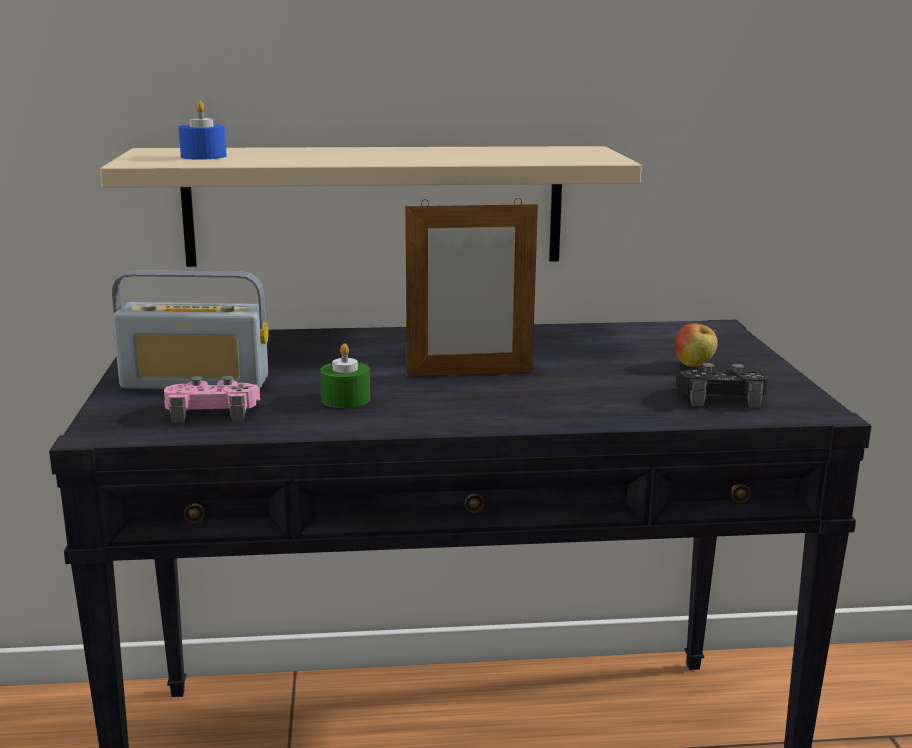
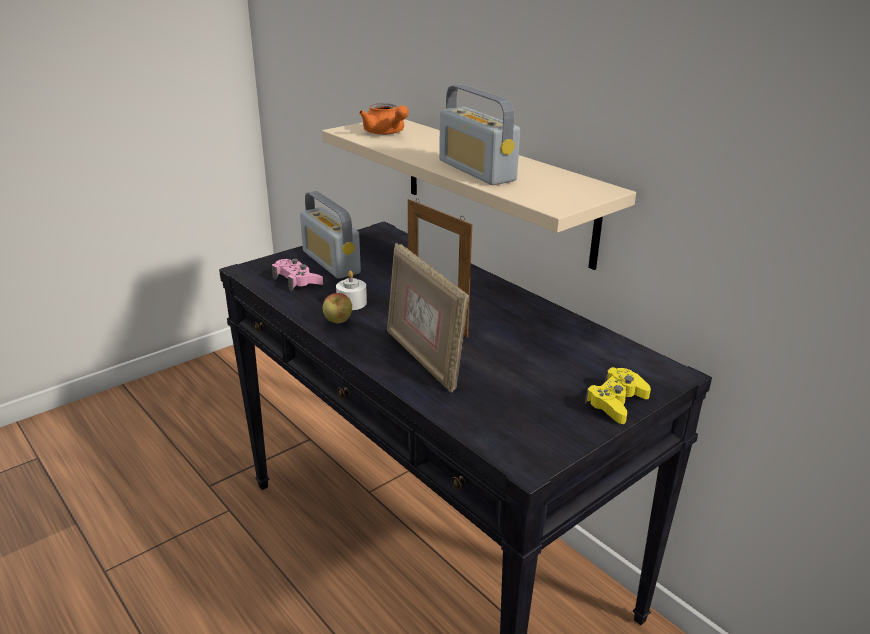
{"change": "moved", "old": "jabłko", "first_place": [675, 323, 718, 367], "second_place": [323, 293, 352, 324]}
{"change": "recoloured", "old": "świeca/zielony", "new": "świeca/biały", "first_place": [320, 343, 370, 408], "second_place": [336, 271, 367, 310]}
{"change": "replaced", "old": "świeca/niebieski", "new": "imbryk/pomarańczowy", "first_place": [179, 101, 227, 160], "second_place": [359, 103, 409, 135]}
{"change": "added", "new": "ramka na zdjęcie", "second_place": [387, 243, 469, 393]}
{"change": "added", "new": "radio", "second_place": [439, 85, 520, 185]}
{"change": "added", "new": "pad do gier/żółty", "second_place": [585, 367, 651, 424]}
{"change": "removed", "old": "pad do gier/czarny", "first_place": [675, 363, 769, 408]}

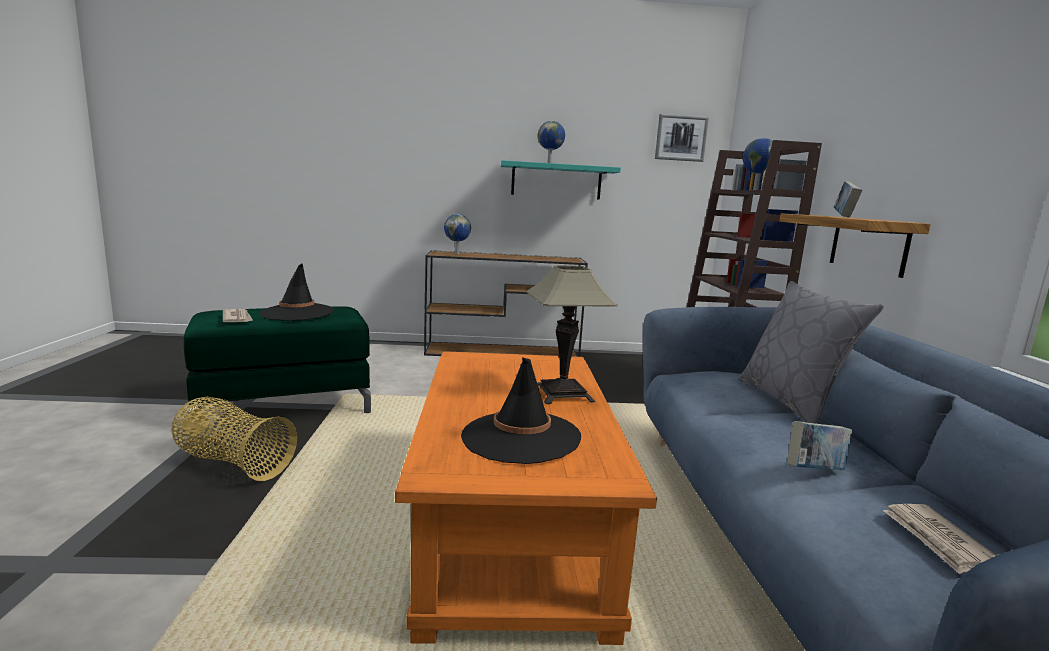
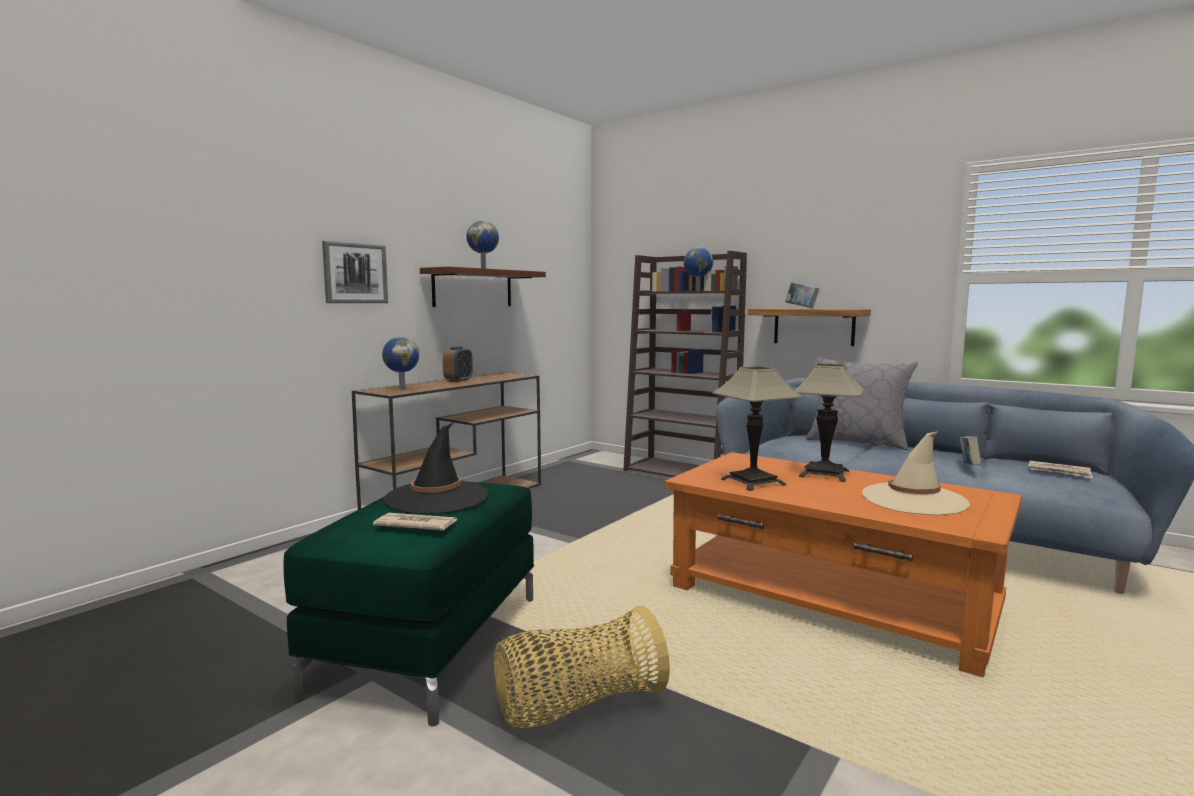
{"change": "moved", "old": "obraz", "first_place": [655, 114, 709, 162], "second_place": [322, 241, 388, 303]}
{"change": "recoloured", "old": "półka/turkusowy", "new": "półka/brązowy", "first_place": [501, 160, 621, 200], "second_place": [420, 266, 546, 307]}
{"change": "added", "new": "budzik", "second_place": [443, 346, 473, 382]}
{"change": "added", "new": "lampa stołowa", "second_place": [712, 366, 803, 491]}
{"change": "recoloured", "old": "kapelusz/czarny", "new": "kapelusz/beżowy", "first_place": [461, 357, 581, 464], "second_place": [862, 431, 970, 515]}

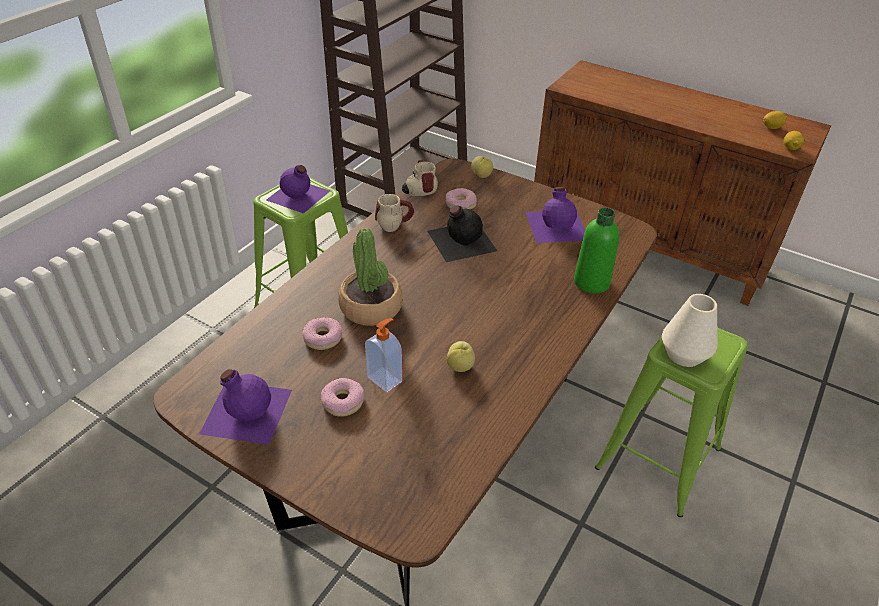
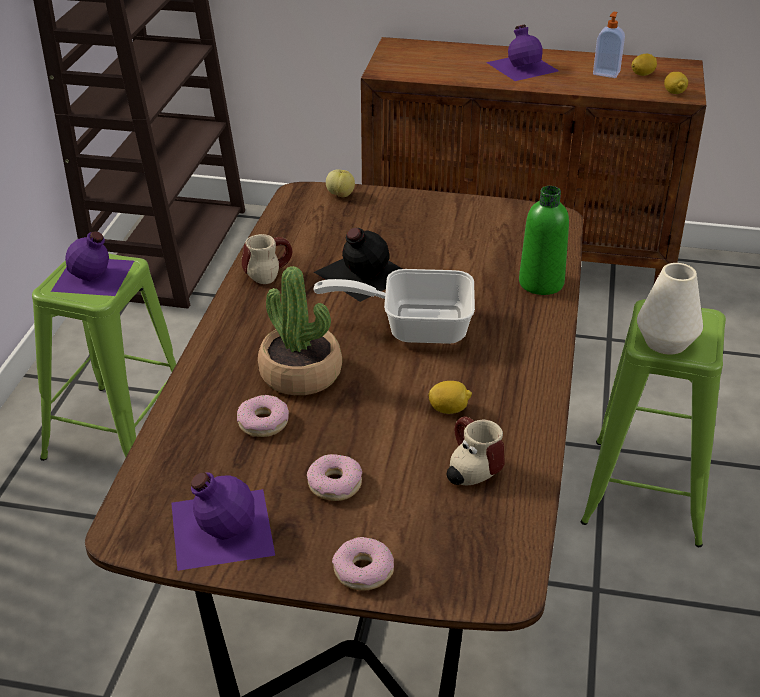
{"change": "added", "new": "patelnia", "second_place": [313, 269, 475, 344]}
{"change": "moved", "old": "donut", "first_place": [446, 188, 477, 209], "second_place": [332, 537, 394, 591]}
{"change": "replaced", "old": "jabłko", "new": "cytryna", "first_place": [446, 341, 475, 372], "second_place": [428, 381, 472, 414]}
{"change": "moved", "old": "kubek", "first_place": [402, 159, 438, 196], "second_place": [447, 416, 505, 485]}
{"change": "moved", "old": "butelka/fioletowy", "first_place": [526, 187, 585, 243], "second_place": [486, 25, 559, 81]}
{"change": "moved", "old": "dozownik mydła", "first_place": [365, 318, 402, 392], "second_place": [593, 12, 625, 78]}

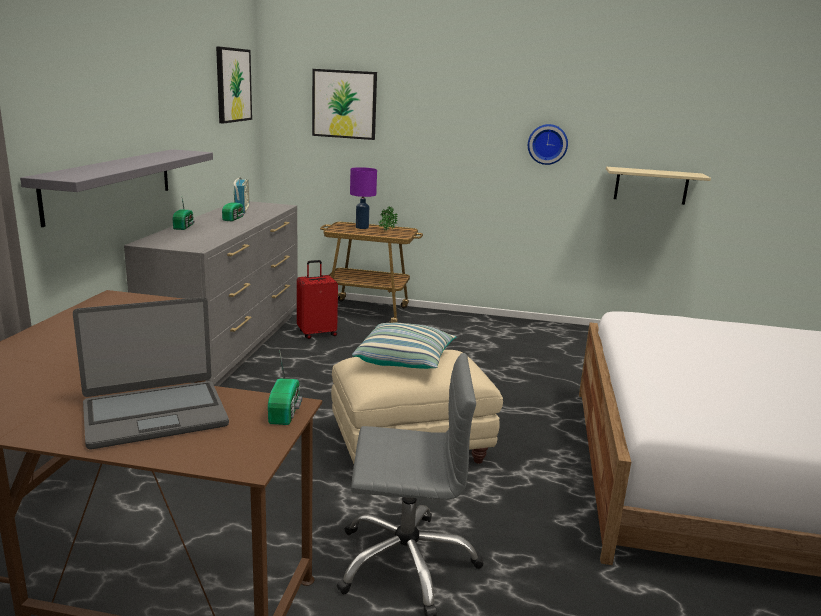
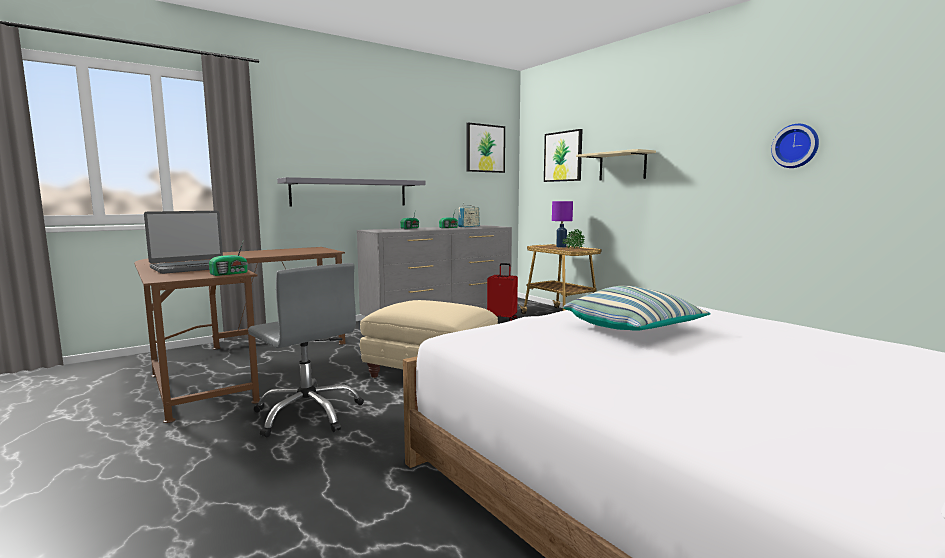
{"change": "turned", "old": "laptop", "first_place": [73, 297, 229, 449], "second_place": [144, 211, 223, 274], "degrees": -60}
{"change": "moved", "old": "poduszka", "first_place": [352, 323, 456, 369], "second_place": [563, 286, 711, 331]}
{"change": "moved", "old": "półka/beżowy", "first_place": [606, 167, 711, 205], "second_place": [576, 149, 656, 180]}
{"change": "moved", "old": "zegar ścienny", "first_place": [528, 124, 568, 165], "second_place": [771, 124, 819, 168]}

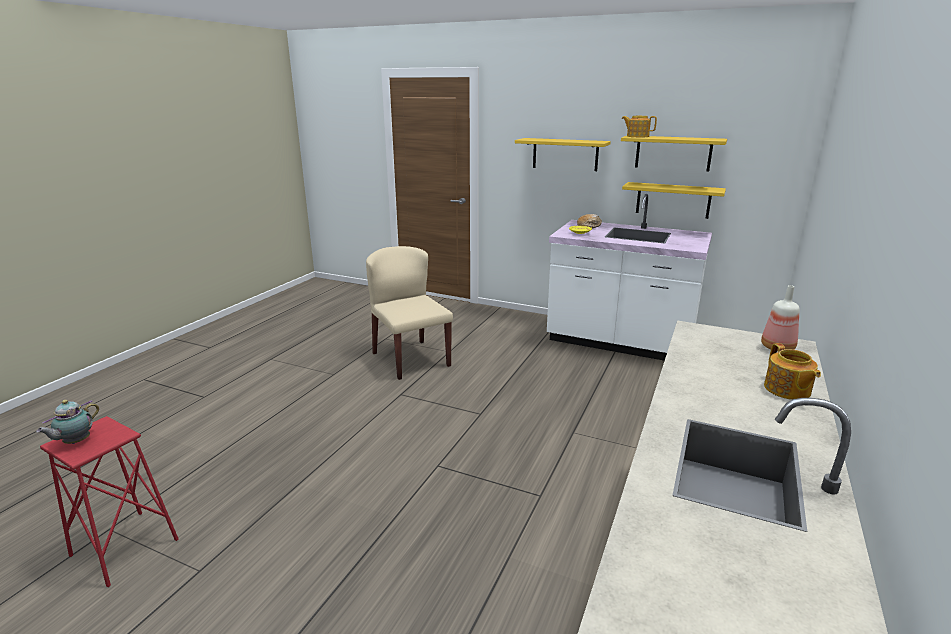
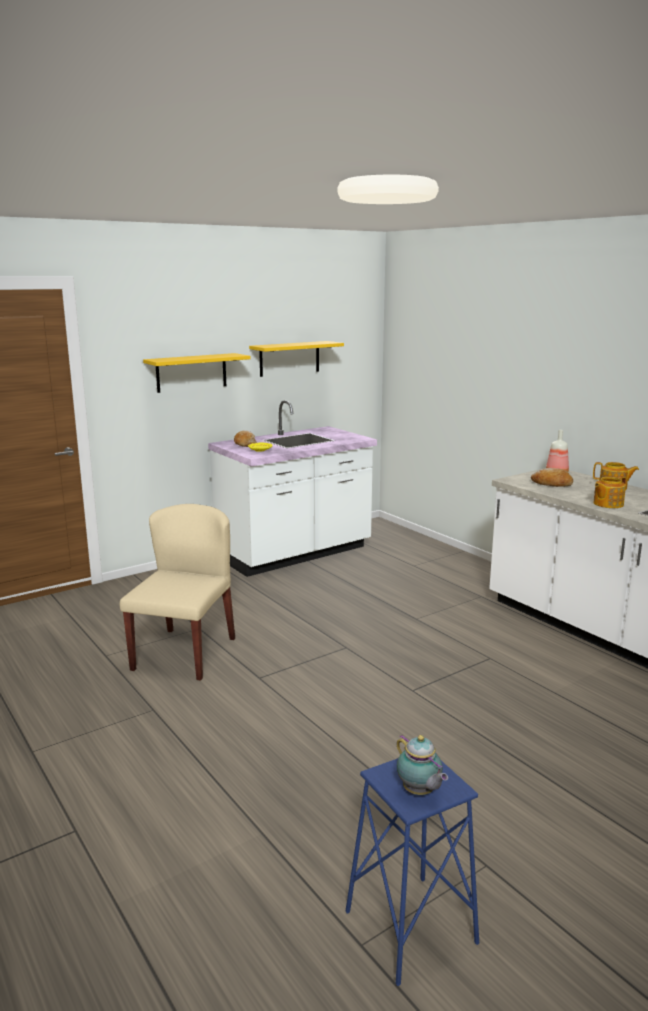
{"change": "turned", "old": "krzesło/beżowy", "first_place": [366, 246, 453, 380], "second_place": [120, 504, 235, 681], "degrees": 105}
{"change": "recoloured", "old": "stołek/czerwony", "new": "stołek/niebieski", "first_place": [40, 416, 179, 587], "second_place": [345, 758, 479, 986]}
{"change": "added", "new": "chleb", "second_place": [531, 468, 573, 487]}
{"change": "moved", "old": "imbryk", "first_place": [622, 116, 657, 138], "second_place": [593, 476, 626, 508]}
{"change": "removed", "old": "półka/żółty", "first_place": [622, 182, 726, 219]}

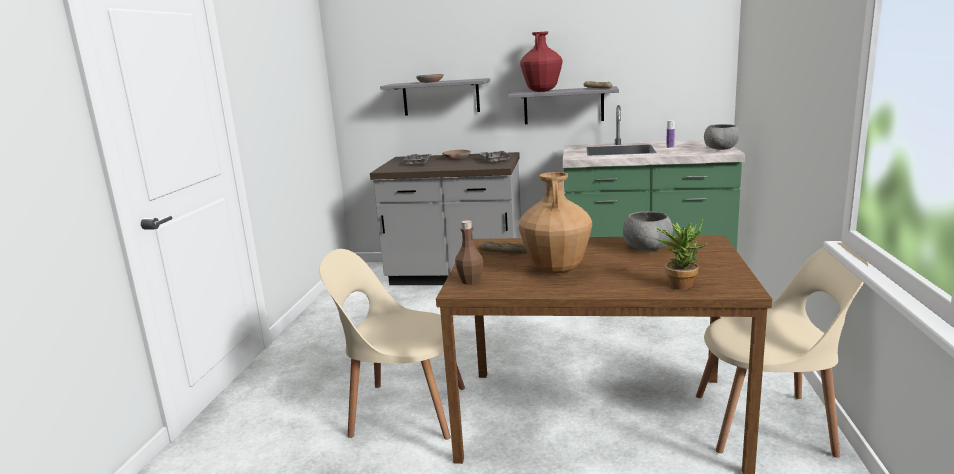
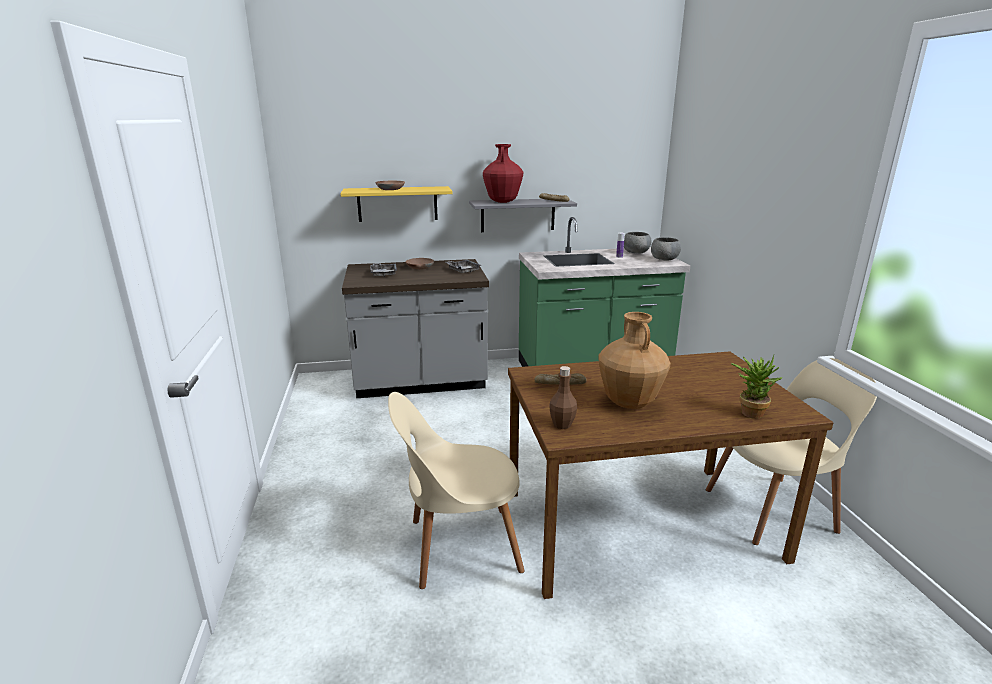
{"change": "recoloured", "old": "półka/szary", "new": "półka/żółty", "first_place": [380, 78, 490, 116], "second_place": [341, 186, 453, 222]}
{"change": "moved", "old": "miska/szary", "first_place": [623, 211, 673, 251], "second_place": [624, 232, 652, 254]}

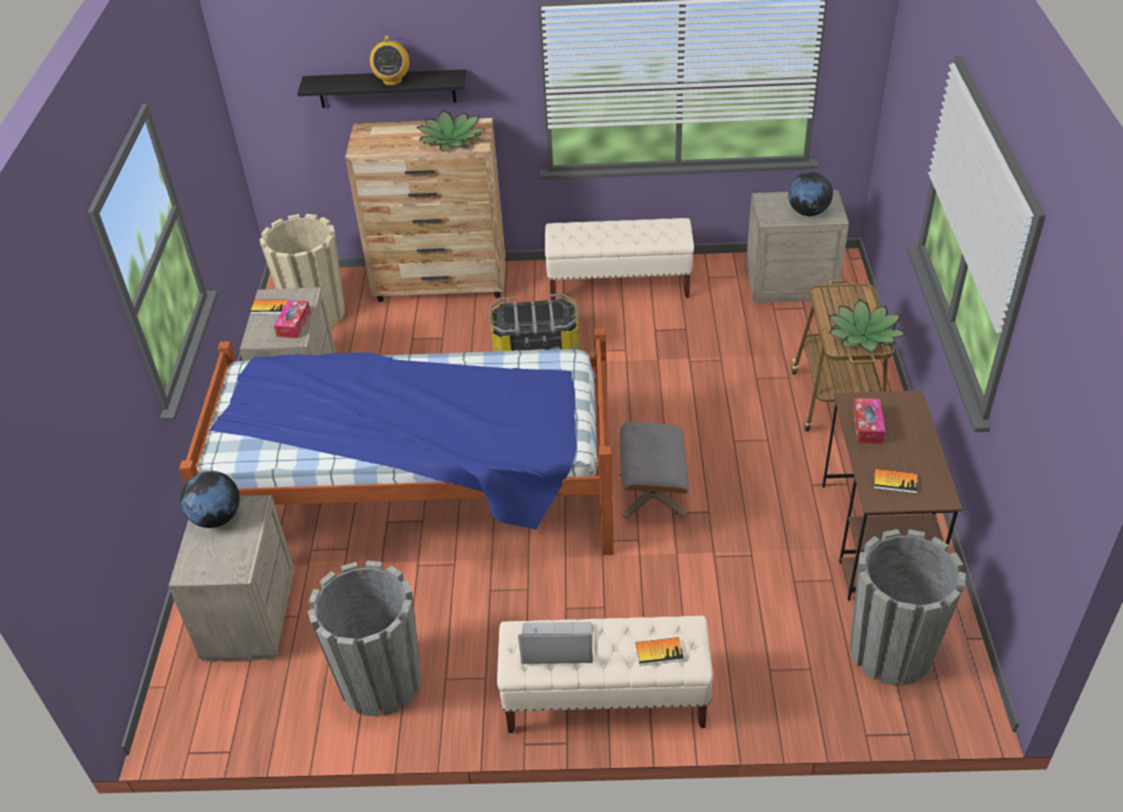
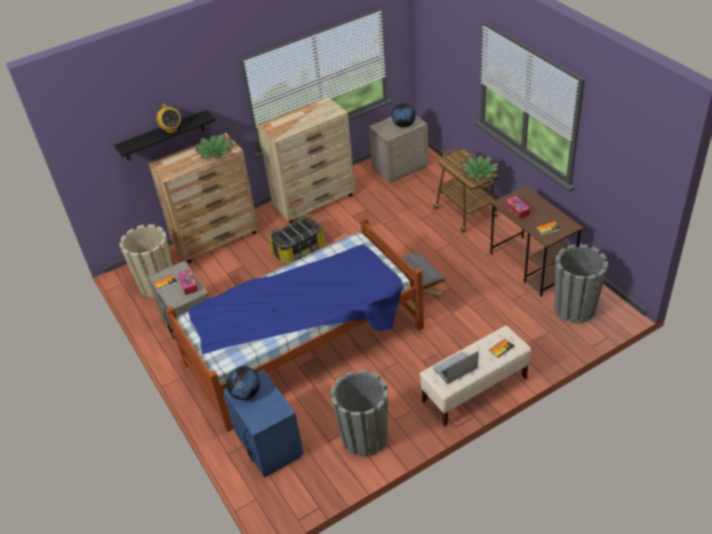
{"change": "recoloured", "old": "szafka nocna/beżowy", "new": "szafka nocna/niebieski", "first_place": [168, 495, 294, 662], "second_place": [223, 370, 304, 478]}
{"change": "replaced", "old": "ławka/beżowy", "new": "komoda/beżowy", "first_place": [545, 218, 694, 300], "second_place": [257, 97, 355, 224]}

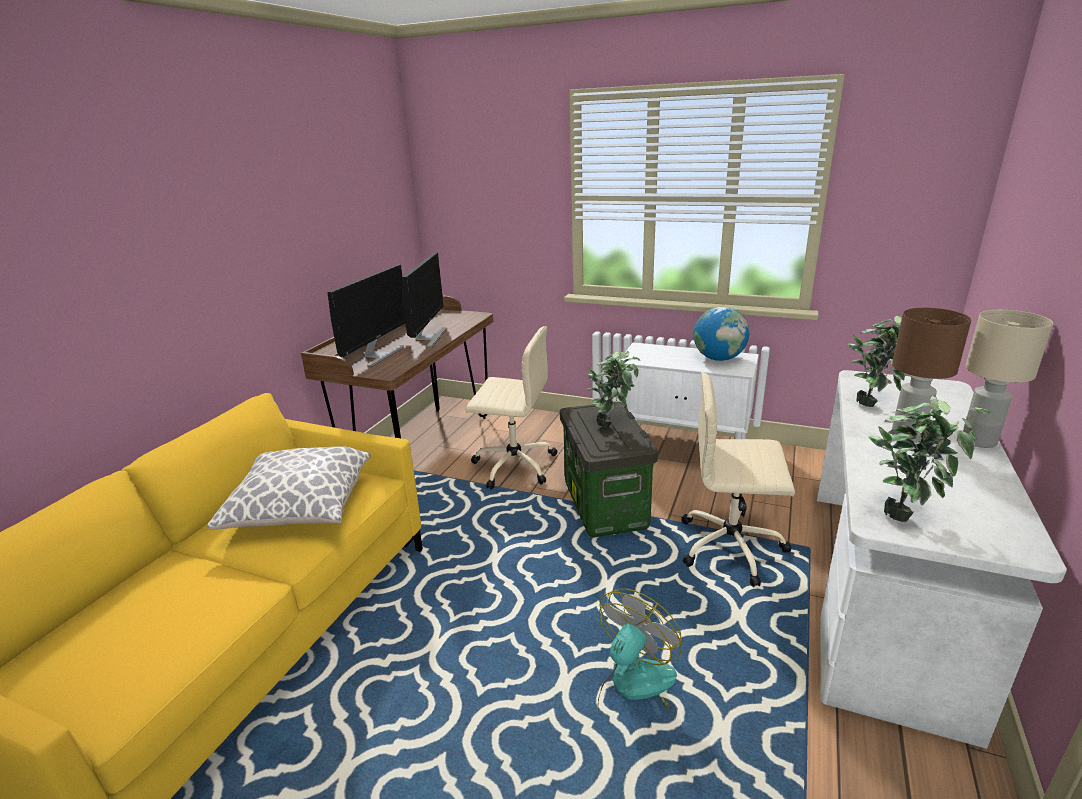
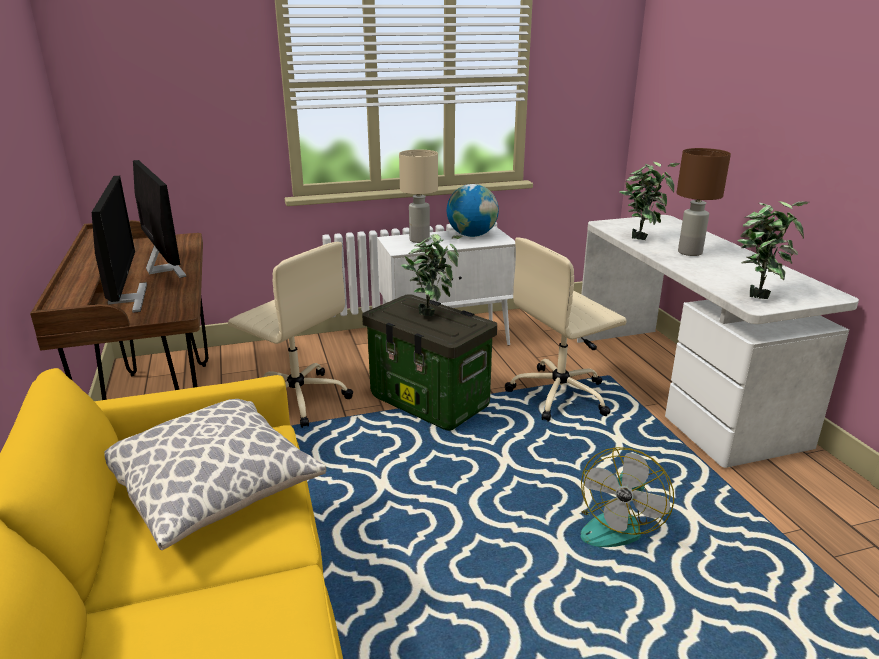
{"change": "turned", "old": "krzesło biurowe/beżowy", "first_place": [465, 326, 557, 489], "second_place": [228, 242, 353, 428], "degrees": 60}
{"change": "moved", "old": "lampa stołowa/beżowy", "first_place": [963, 310, 1053, 448], "second_place": [399, 150, 438, 243]}
{"change": "turned", "old": "wentylator", "first_place": [598, 589, 682, 718], "second_place": [580, 447, 674, 547], "degrees": -150}

